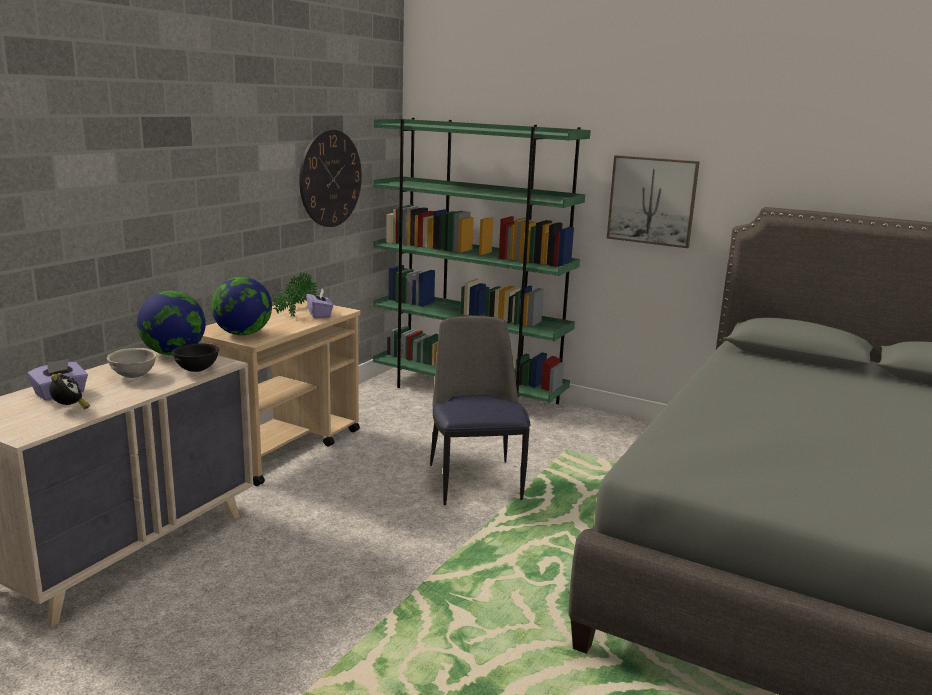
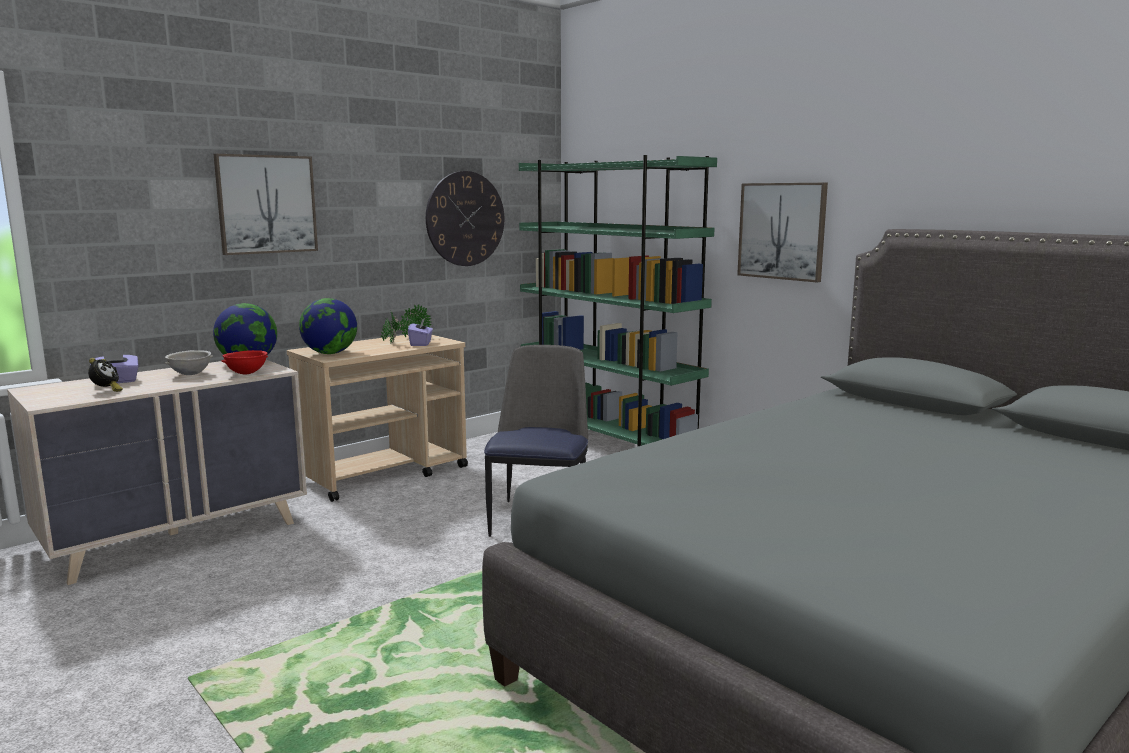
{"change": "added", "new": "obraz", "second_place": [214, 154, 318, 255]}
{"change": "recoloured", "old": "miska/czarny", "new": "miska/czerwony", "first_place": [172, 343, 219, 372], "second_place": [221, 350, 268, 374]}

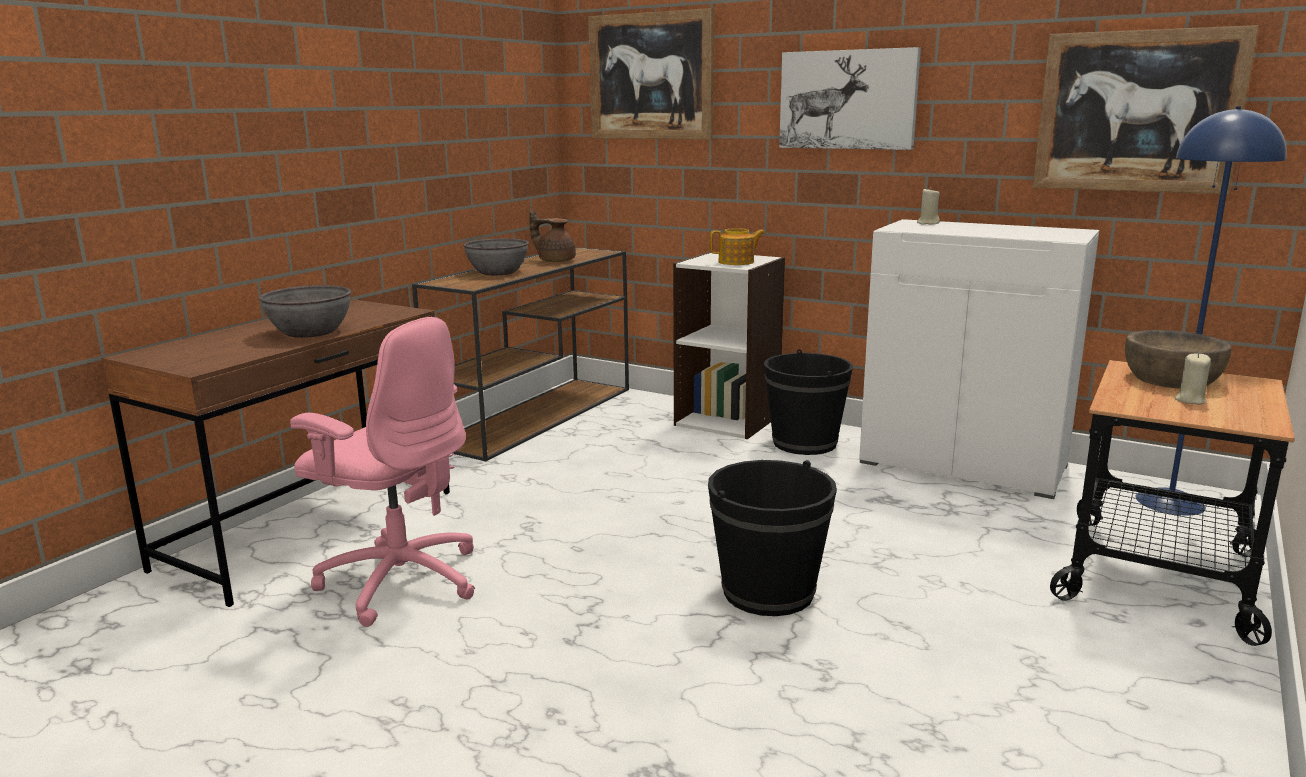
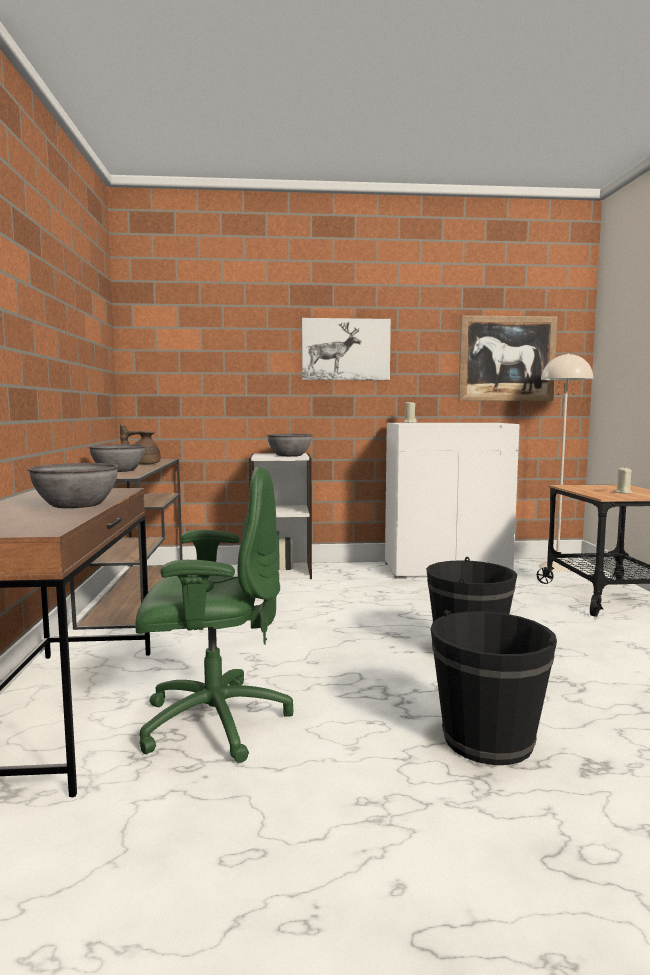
{"change": "recoloured", "old": "krzesło biurowe/różowy", "new": "krzesło biurowe/zielony", "first_place": [290, 317, 475, 627], "second_place": [135, 466, 293, 763]}
{"change": "replaced", "old": "imbryk", "new": "miska/szary", "first_place": [710, 228, 765, 265], "second_place": [267, 434, 312, 456]}
{"change": "moved", "old": "wiadro/czarny", "first_place": [764, 349, 853, 455], "second_place": [431, 610, 557, 765]}
{"change": "recoloured", "old": "lampa stojąca/niebieski", "new": "lampa stojąca/beżowy", "first_place": [1135, 107, 1287, 515], "second_place": [539, 353, 593, 572]}
{"change": "removed", "old": "obraz", "first_place": [588, 8, 714, 140]}
{"change": "removed", "old": "miska/brązowy", "first_place": [1125, 330, 1231, 389]}

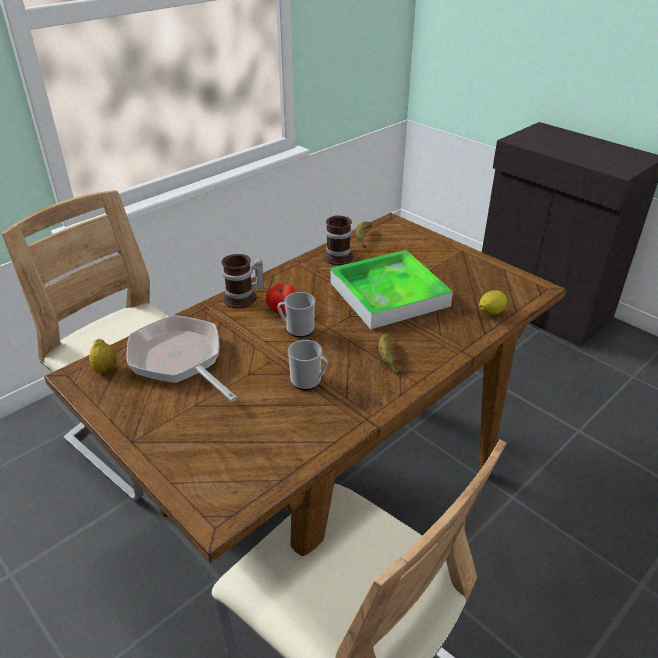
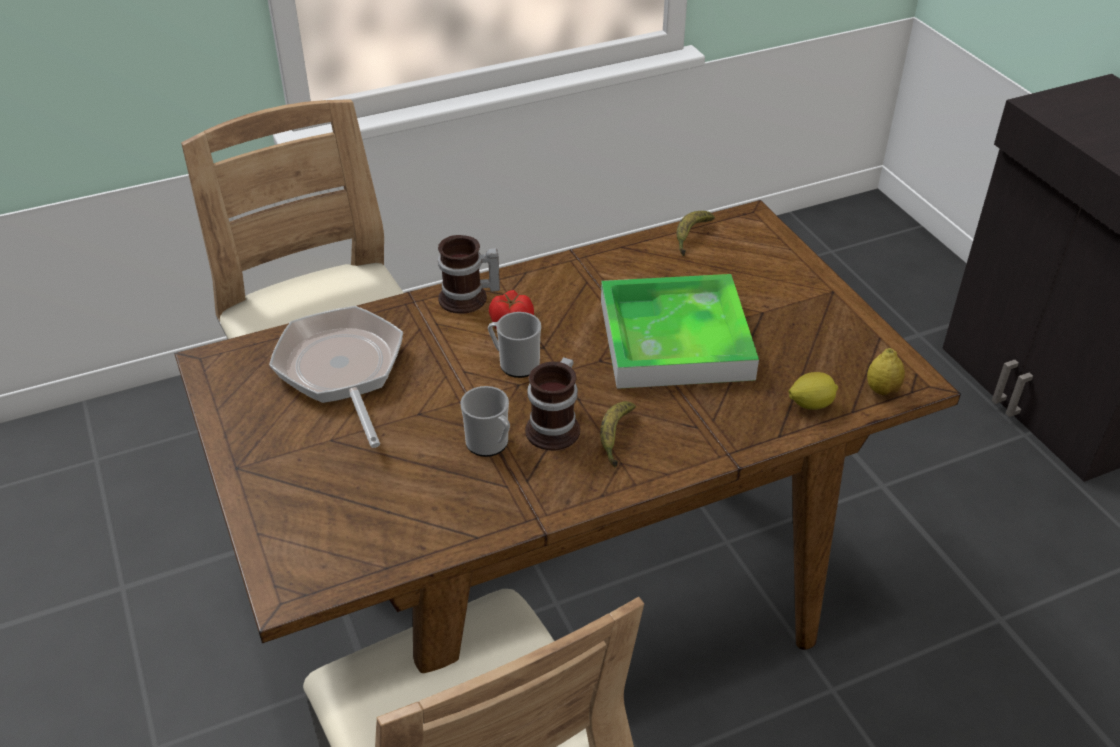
{"change": "moved", "old": "kubek", "first_place": [323, 215, 354, 265], "second_place": [525, 357, 580, 451]}
{"change": "moved", "old": "cytryna", "first_place": [89, 339, 117, 374], "second_place": [867, 348, 905, 396]}

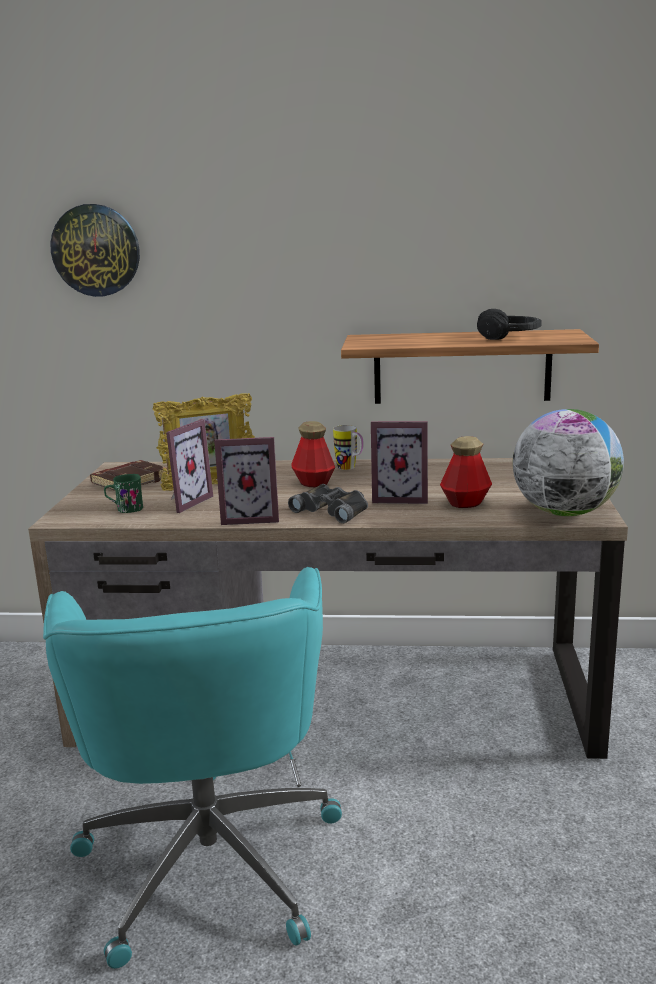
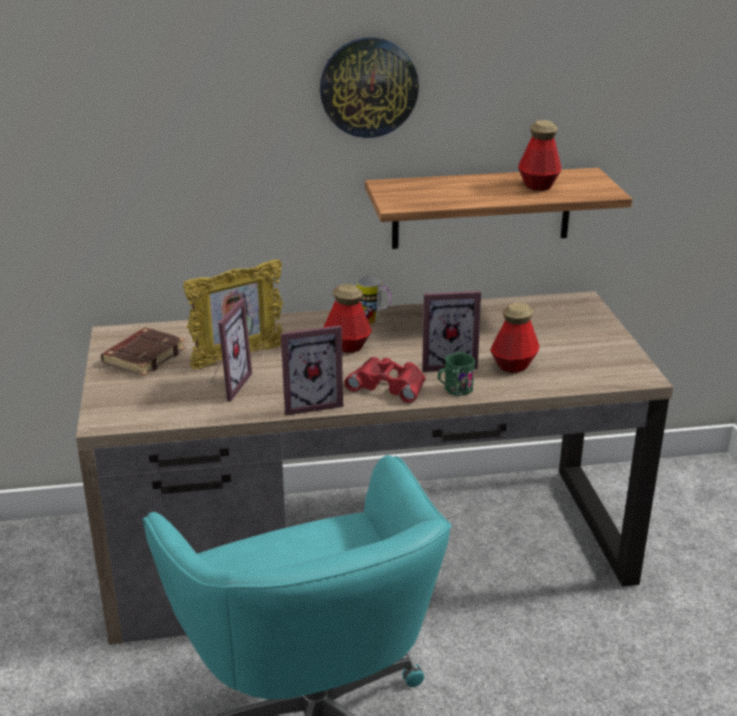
{"change": "moved", "old": "zegar ścienny", "first_place": [50, 204, 140, 297], "second_place": [320, 37, 419, 138]}
{"change": "recoloured", "old": "lornetka/czarny", "new": "lornetka/czerwony", "first_place": [288, 484, 368, 523], "second_place": [344, 357, 426, 403]}
{"change": "moved", "old": "kubek/zielony", "first_place": [104, 474, 143, 513], "second_place": [438, 352, 475, 396]}
{"change": "replaced", "old": "słuchawki/czarny", "new": "butelka", "first_place": [477, 309, 542, 340], "second_place": [518, 120, 561, 191]}
{"change": "removed", "old": "globus", "first_place": [513, 409, 624, 516]}

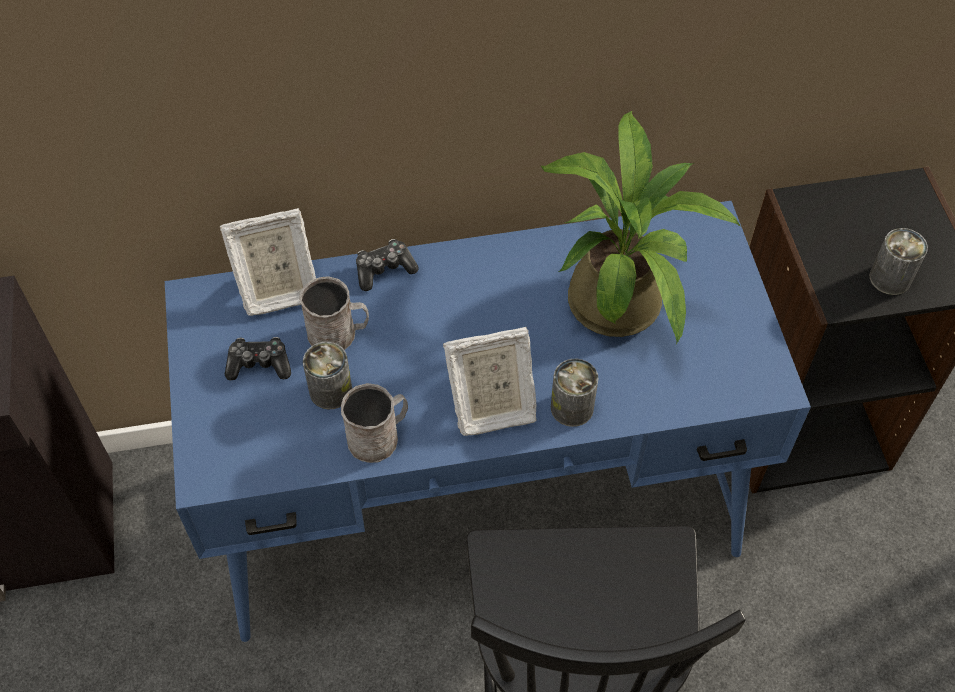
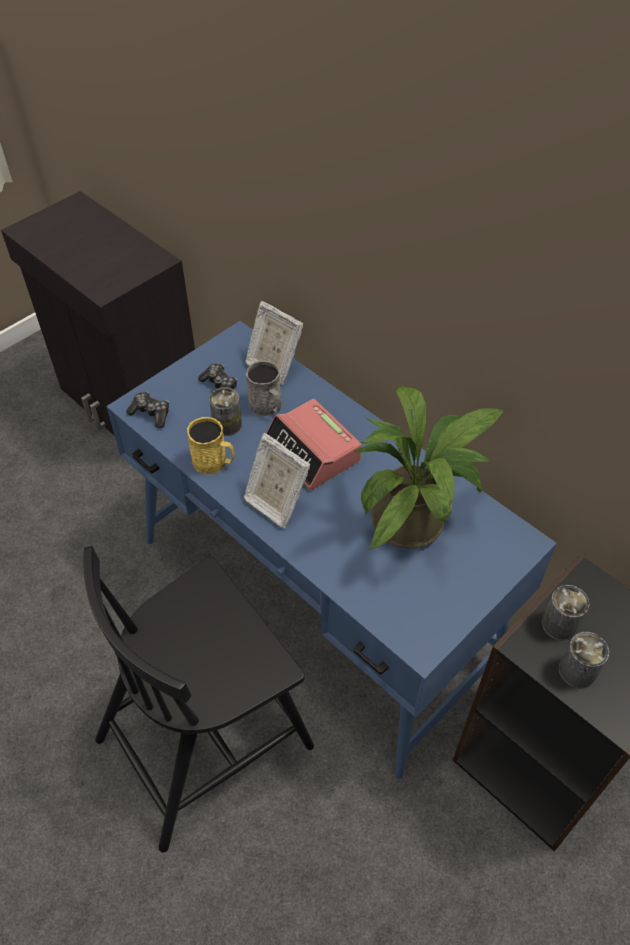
{"change": "moved", "old": "pad do gier", "first_place": [356, 239, 419, 291], "second_place": [126, 391, 169, 428]}
{"change": "recoloured", "old": "kubek/szary", "new": "kubek/żółty", "first_place": [341, 383, 408, 463], "second_place": [187, 417, 235, 474]}
{"change": "added", "new": "budzik", "second_place": [266, 399, 362, 490]}
{"change": "moved", "old": "puszka", "first_place": [551, 359, 599, 427], "second_place": [542, 585, 590, 641]}

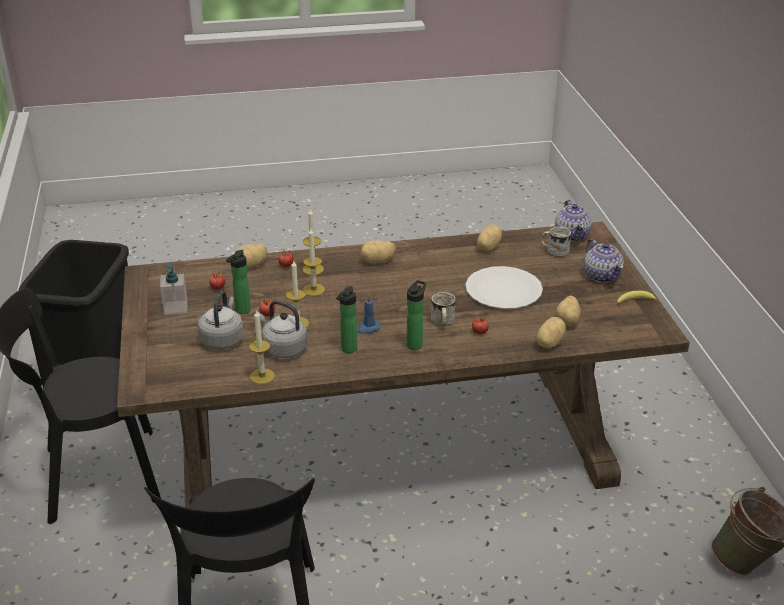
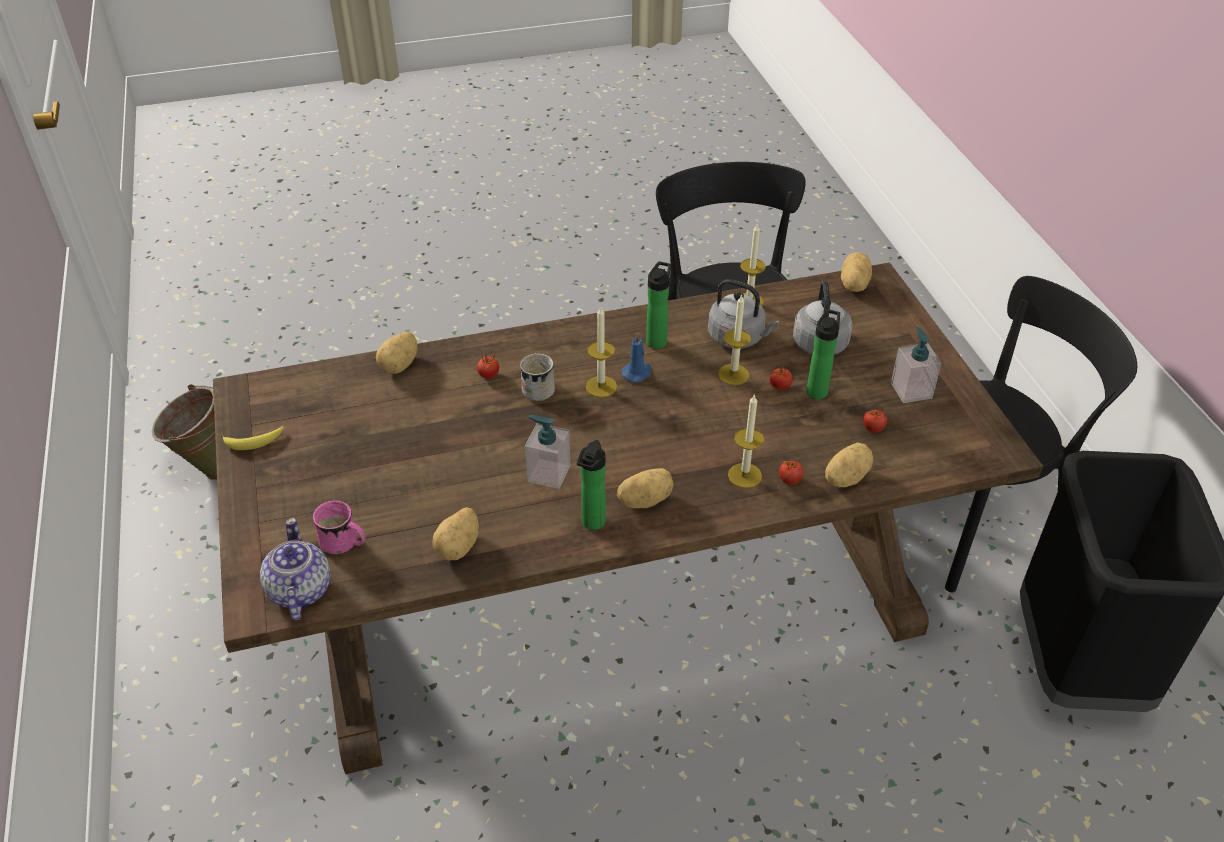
{"change": "recoloured", "old": "kubek/biały", "new": "kubek/różowy", "first_place": [541, 226, 571, 257], "second_place": [313, 500, 365, 554]}
{"change": "added", "new": "dozownik mydła", "second_place": [525, 415, 570, 489]}
{"change": "moved", "old": "butelka", "first_place": [407, 280, 426, 350], "second_place": [577, 440, 606, 530]}
{"change": "moved", "old": "świeca", "first_place": [303, 229, 325, 296], "second_place": [586, 307, 617, 398]}
{"change": "moved", "old": "ziemniak", "first_place": [556, 296, 581, 326], "second_place": [841, 252, 872, 292]}
{"change": "removed", "old": "talerz/biały", "first_place": [465, 266, 543, 309]}
{"change": "removed", "old": "imbryk", "first_place": [584, 238, 624, 283]}

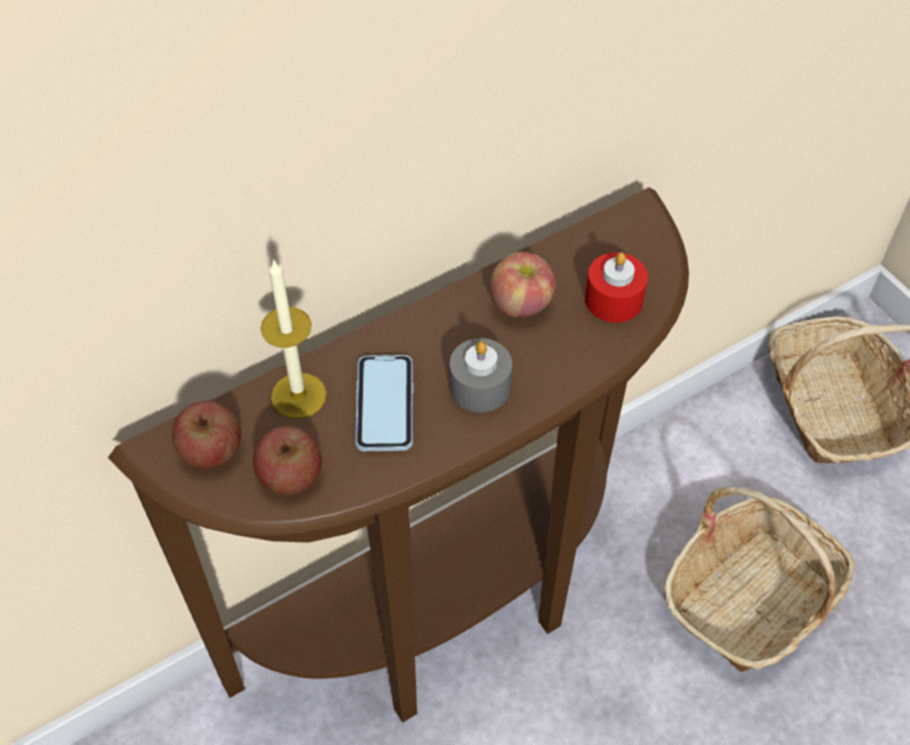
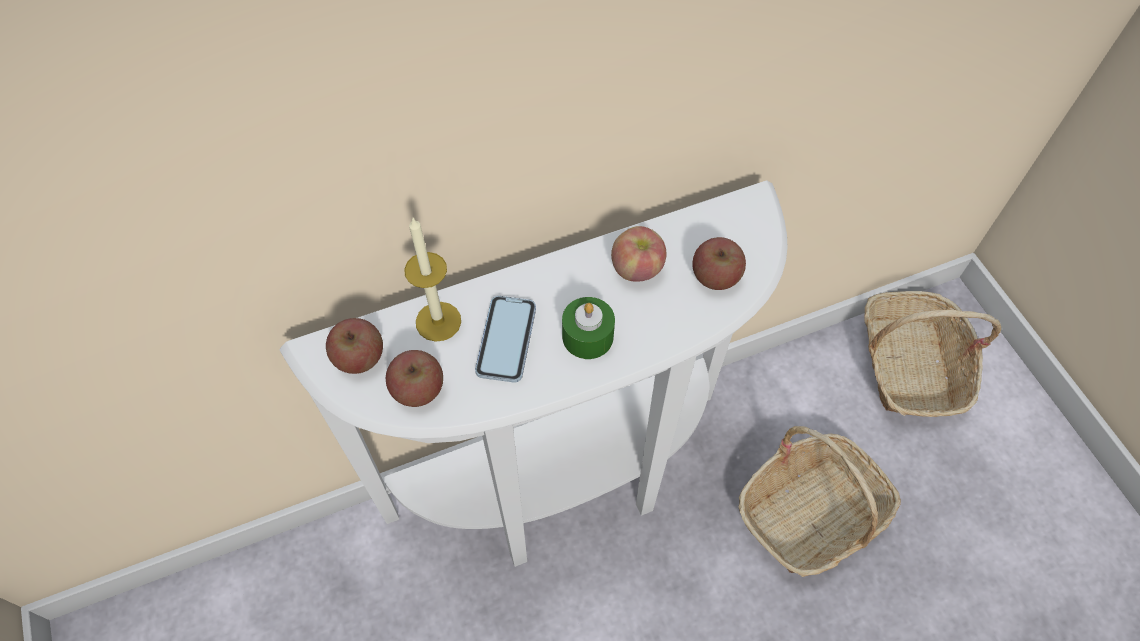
{"change": "recoloured", "old": "stolik konsolowy/brązowy", "new": "stolik konsolowy/biały", "first_place": [108, 187, 689, 723], "second_place": [279, 180, 788, 567]}
{"change": "recoloured", "old": "świeca/szary", "new": "świeca/zielony", "first_place": [450, 338, 512, 412], "second_place": [562, 297, 615, 359]}
{"change": "replaced", "old": "świeca/czerwony", "new": "jabłko", "first_place": [585, 252, 648, 323], "second_place": [692, 237, 746, 290]}

